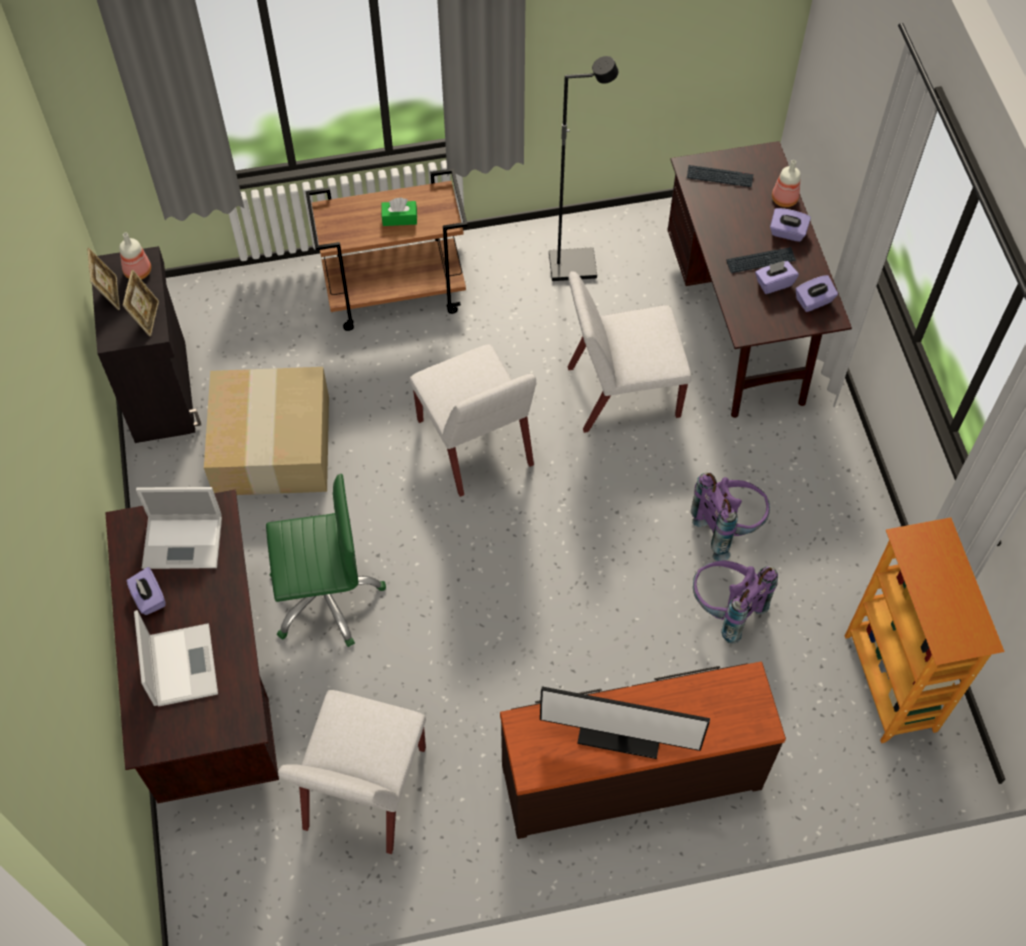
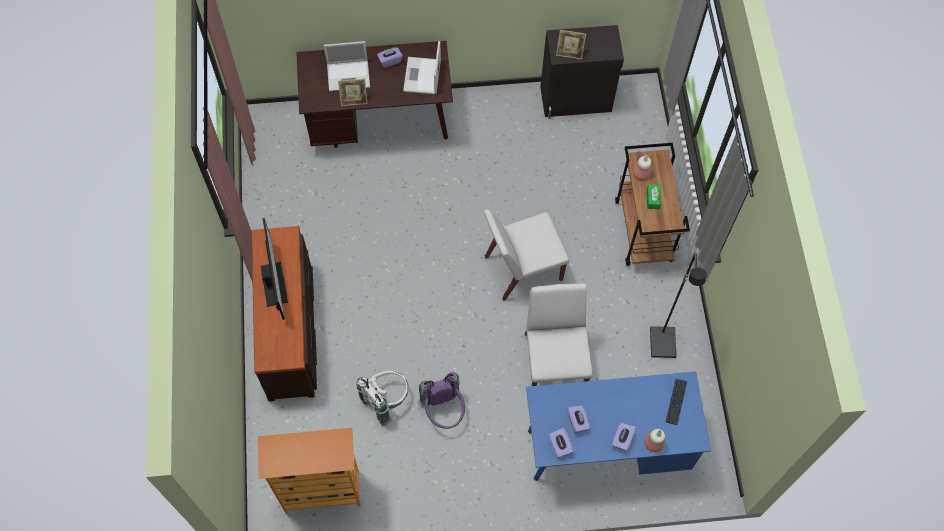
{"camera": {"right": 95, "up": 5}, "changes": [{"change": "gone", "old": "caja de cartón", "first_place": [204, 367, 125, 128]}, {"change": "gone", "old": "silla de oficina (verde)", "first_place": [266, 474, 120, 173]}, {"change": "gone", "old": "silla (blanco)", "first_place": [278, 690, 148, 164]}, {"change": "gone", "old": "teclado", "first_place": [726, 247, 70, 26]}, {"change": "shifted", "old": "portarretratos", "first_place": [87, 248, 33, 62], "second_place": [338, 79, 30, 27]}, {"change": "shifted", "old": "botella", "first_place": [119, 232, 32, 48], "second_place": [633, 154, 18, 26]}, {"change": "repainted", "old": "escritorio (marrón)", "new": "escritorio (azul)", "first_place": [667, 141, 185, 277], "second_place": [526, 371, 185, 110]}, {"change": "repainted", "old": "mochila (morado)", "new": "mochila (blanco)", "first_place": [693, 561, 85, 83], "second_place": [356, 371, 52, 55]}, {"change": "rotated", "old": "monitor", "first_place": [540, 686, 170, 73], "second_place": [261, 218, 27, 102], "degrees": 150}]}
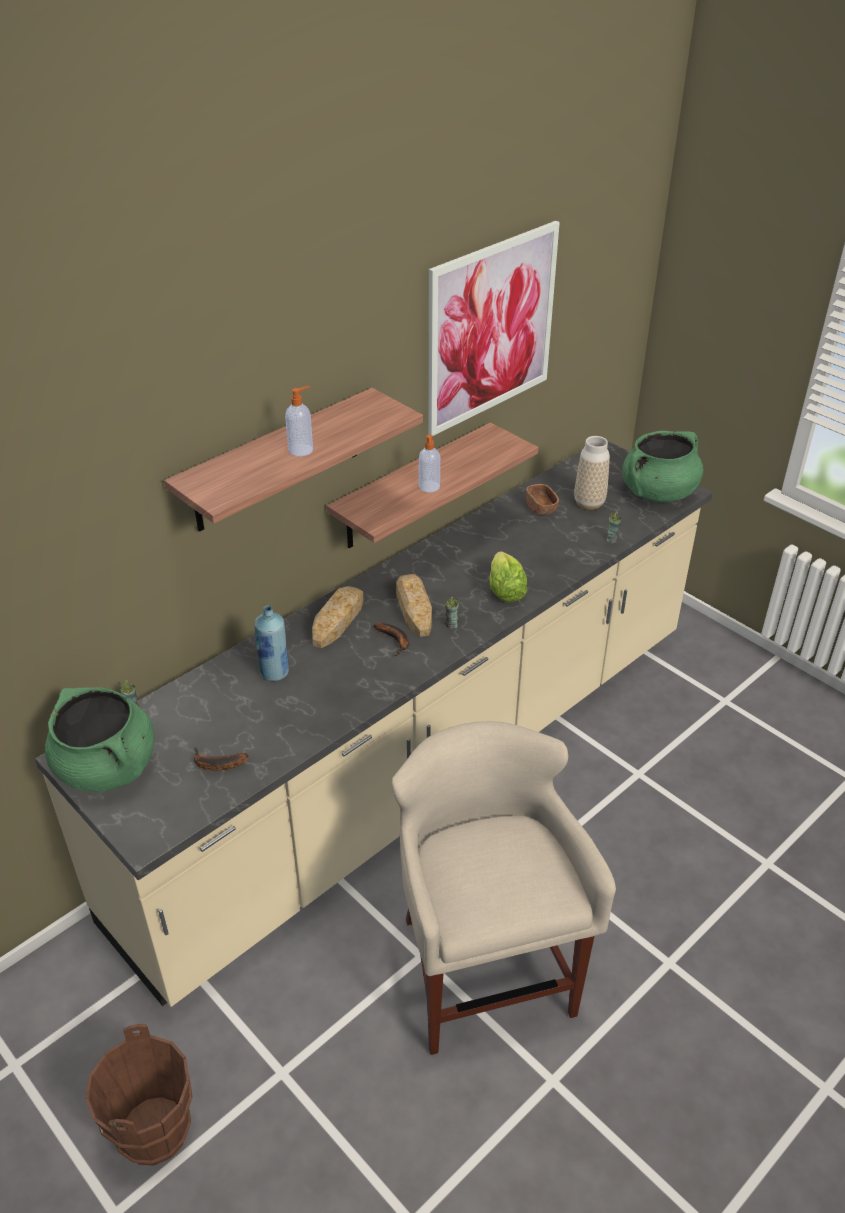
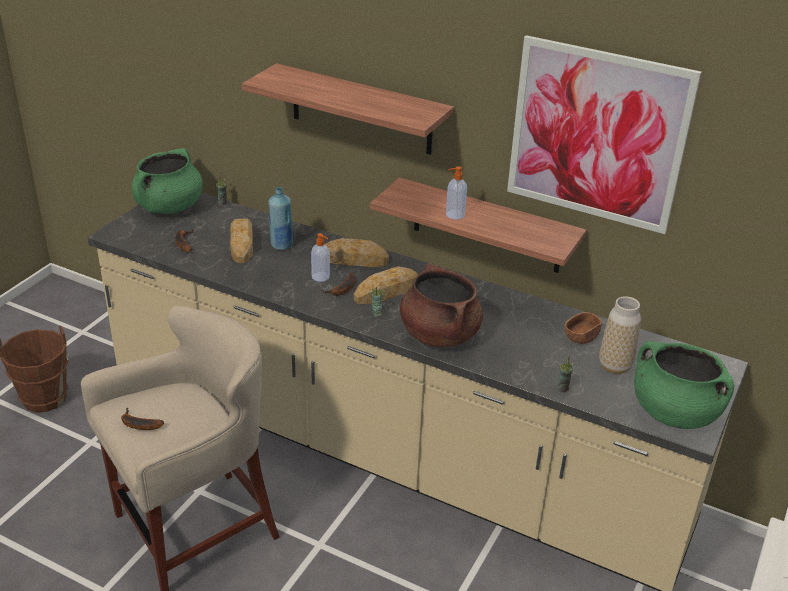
{"camera": {"right": 70, "up": -5}, "changes": [{"change": "new", "new": "plátano", "second_place": [121, 408, 43, 22]}, {"change": "new", "new": "pan", "second_place": [230, 219, 23, 44]}, {"change": "shifted", "old": "dispensador de jabón", "first_place": [285, 386, 28, 70], "second_place": [311, 233, 19, 49]}, {"change": "swapped", "old": "lechuga", "new": "olla (marrón)", "first_place": [490, 551, 37, 51], "second_place": [400, 263, 83, 84]}]}
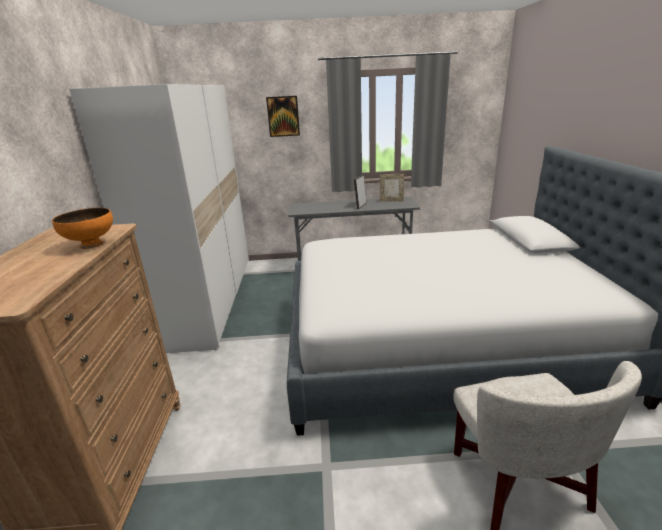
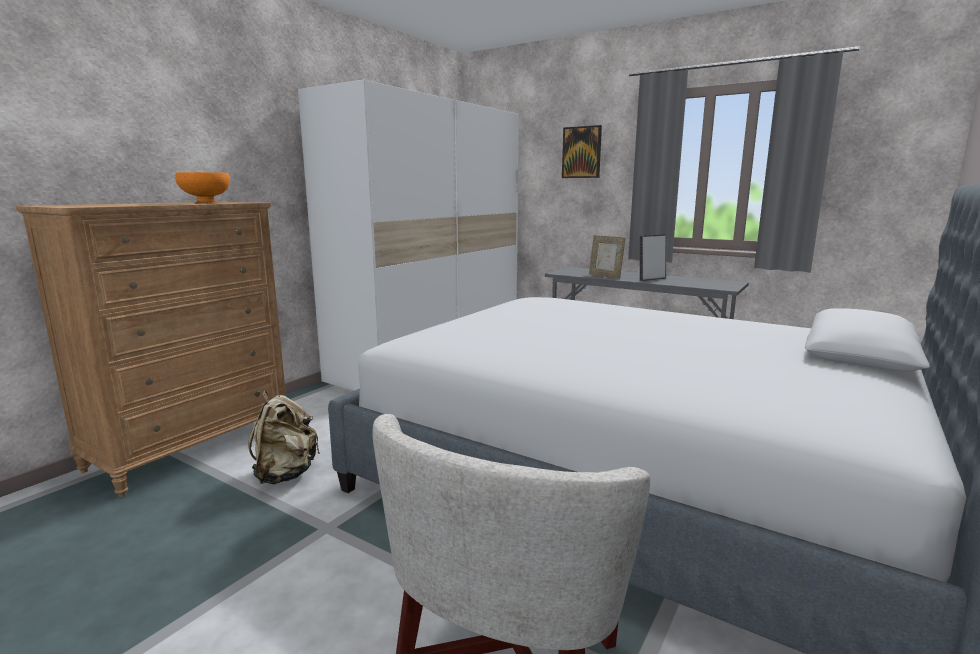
{"camera": {"right": 35, "up": -10}, "changes": [{"change": "new", "new": "mochila (beis)", "second_place": [248, 391, 72, 93]}, {"change": "shifted", "old": "portarretratos", "first_place": [380, 174, 24, 27], "second_place": [589, 235, 36, 44]}]}
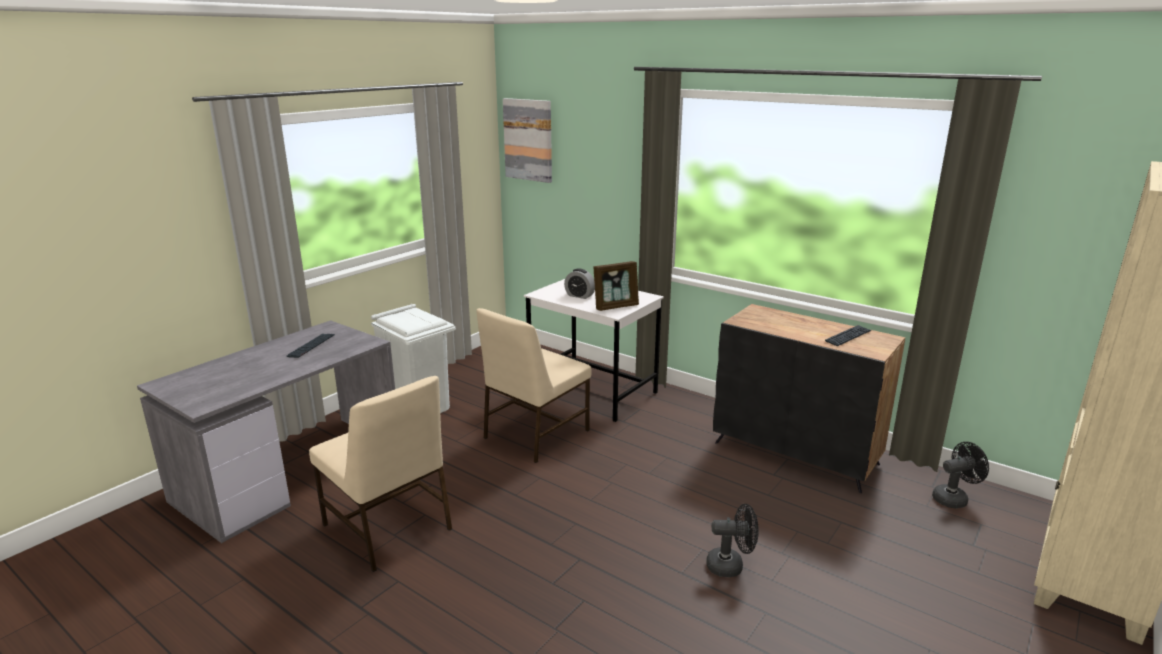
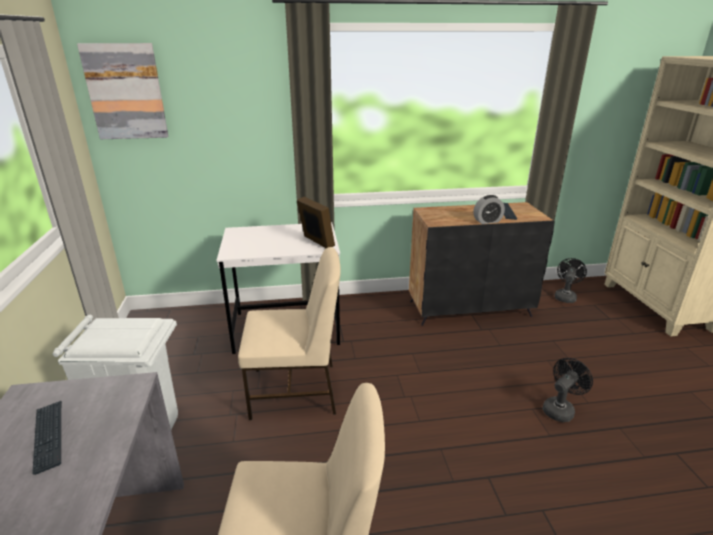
{"camera": {"right": -45, "up": 5}, "changes": [{"change": "shifted", "old": "despertador", "first_place": [564, 269, 31, 30], "second_place": [473, 195, 32, 29]}, {"change": "rotated", "old": "silla (beis)", "first_place": [476, 308, 115, 155], "second_place": [238, 247, 103, 173], "degrees": -90}, {"change": "rotated", "old": "portarretratos", "first_place": [594, 261, 45, 50], "second_place": [297, 197, 38, 51], "degrees": -60}]}
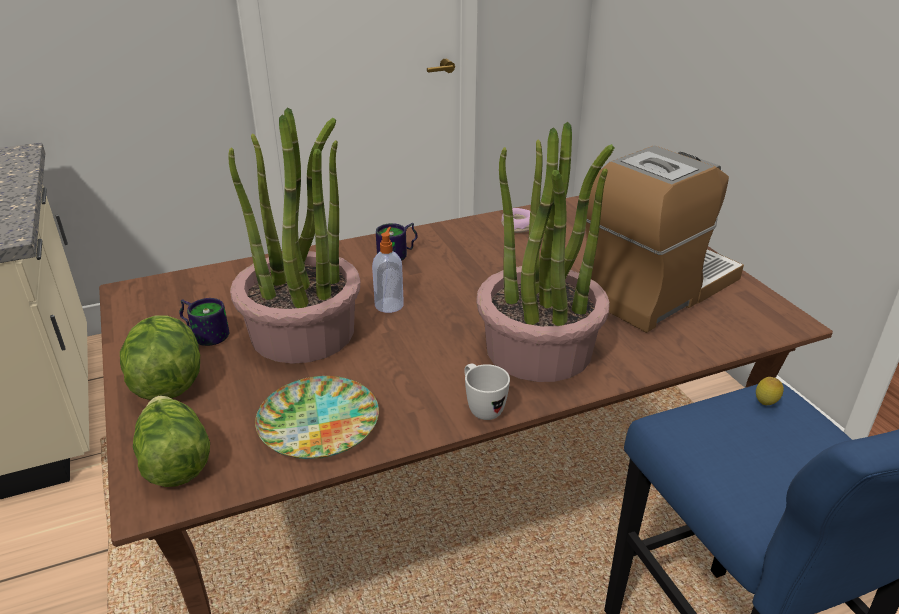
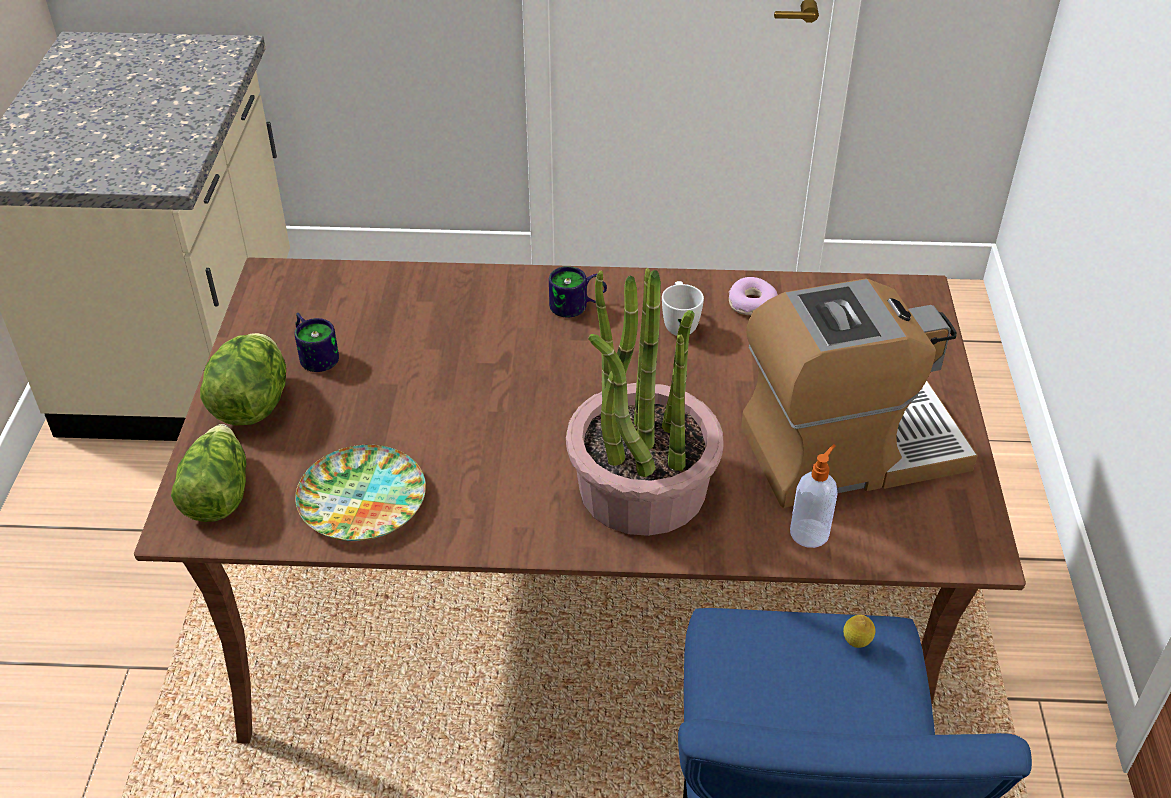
{"camera": {"right": 25, "up": 10}, "changes": [{"change": "gone", "old": "planta en maceta", "first_place": [228, 107, 132, 257]}, {"change": "shifted", "old": "dispensador de jabón", "first_place": [372, 227, 32, 86], "second_place": [790, 444, 48, 104]}, {"change": "shifted", "old": "taza grande (blanco)", "first_place": [464, 364, 46, 56], "second_place": [662, 281, 42, 55]}]}
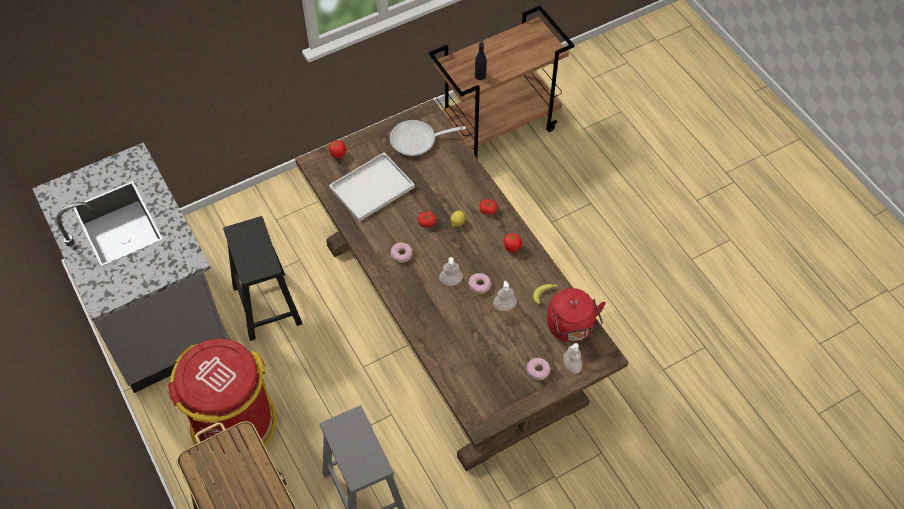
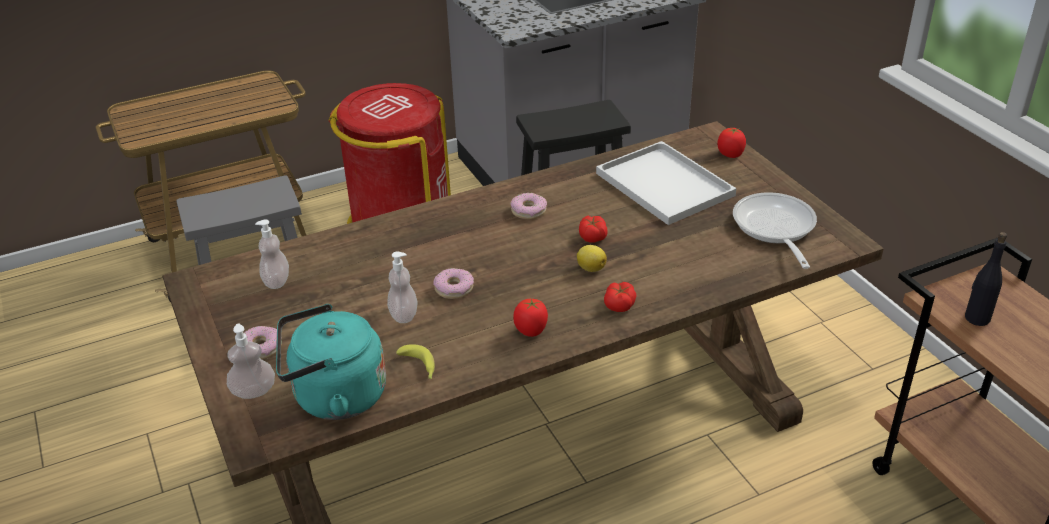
{"camera": {"right": 95, "up": -20}, "changes": [{"change": "shifted", "old": "dispensador de jabón", "first_place": [439, 257, 24, 29], "second_place": [255, 219, 34, 70]}, {"change": "repainted", "old": "hervidor (rojo)", "new": "hervidor (turquesa)", "first_place": [547, 288, 59, 54], "second_place": [276, 304, 110, 116]}]}
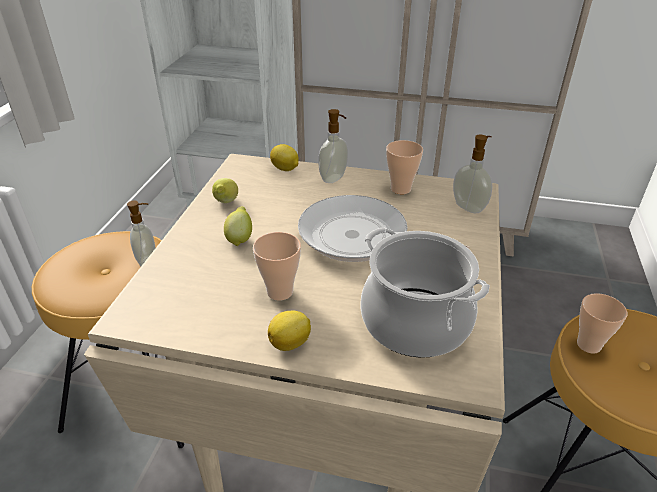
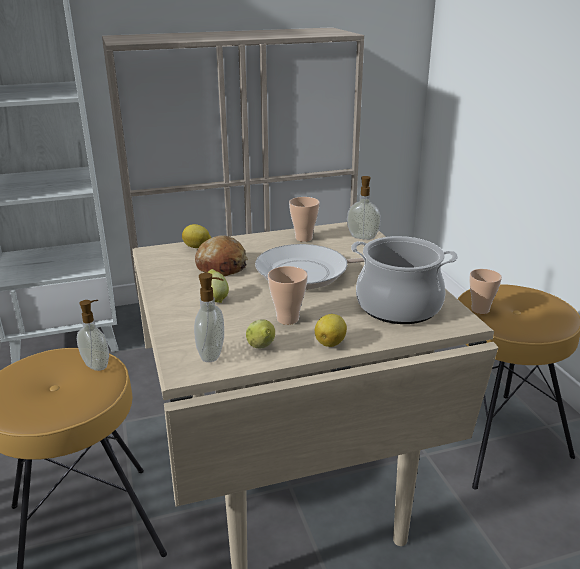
{"camera": {"right": -30, "up": -10}, "changes": [{"change": "new", "new": "pan", "second_place": [195, 235, 53, 41]}, {"change": "shifted", "old": "limón", "first_place": [212, 178, 26, 25], "second_place": [246, 319, 29, 29]}, {"change": "shifted", "old": "dispensador de jabón", "first_place": [318, 109, 30, 74], "second_place": [194, 273, 30, 89]}]}
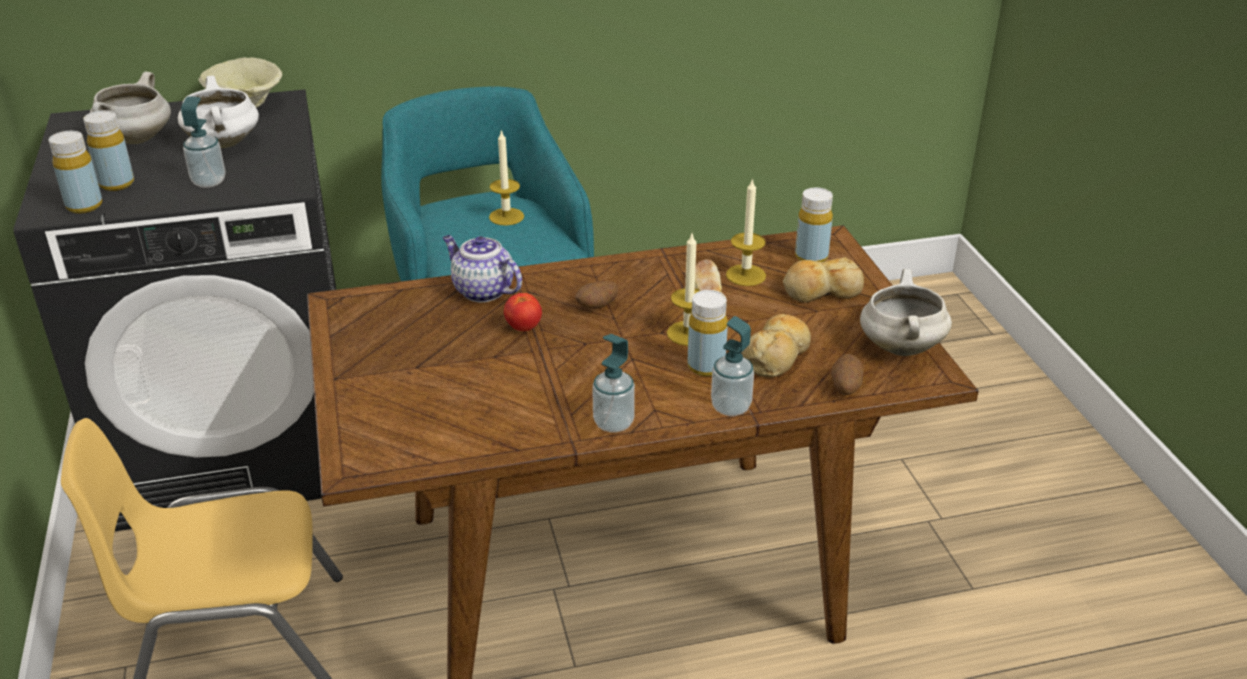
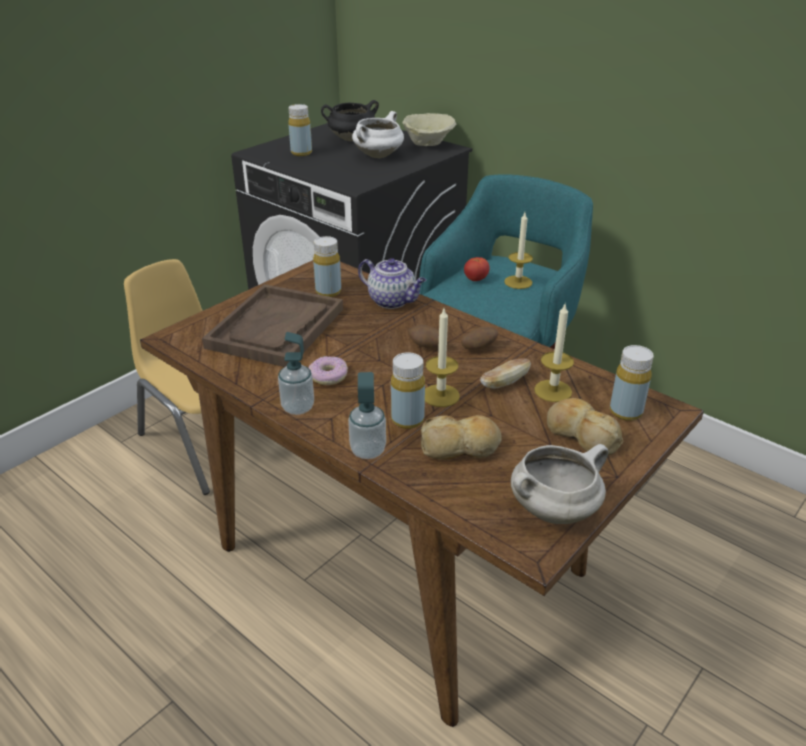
{"camera": {"right": 55, "up": 0}, "changes": [{"change": "gone", "old": "dispensador de jabón", "first_place": [181, 96, 44, 92]}, {"change": "new", "new": "bandeja (marrón)", "second_place": [202, 284, 141, 83]}, {"change": "new", "new": "rosquilla", "second_place": [309, 356, 39, 29]}, {"change": "shifted", "old": "botella (amarillo)", "first_place": [49, 131, 53, 82], "second_place": [313, 236, 28, 61]}, {"change": "shifted", "old": "tomate", "first_place": [504, 293, 38, 38], "second_place": [464, 257, 26, 24]}, {"change": "shifted", "old": "patata", "first_place": [831, 354, 32, 41], "second_place": [461, 327, 37, 23]}, {"change": "repainted", "old": "olla (blanco)", "new": "olla (negro)", "first_place": [90, 72, 81, 72], "second_place": [321, 100, 58, 41]}, {"change": "rotated", "old": "tetera", "first_place": [442, 235, 80, 68], "second_place": [358, 258, 68, 51], "degrees": 120}]}
